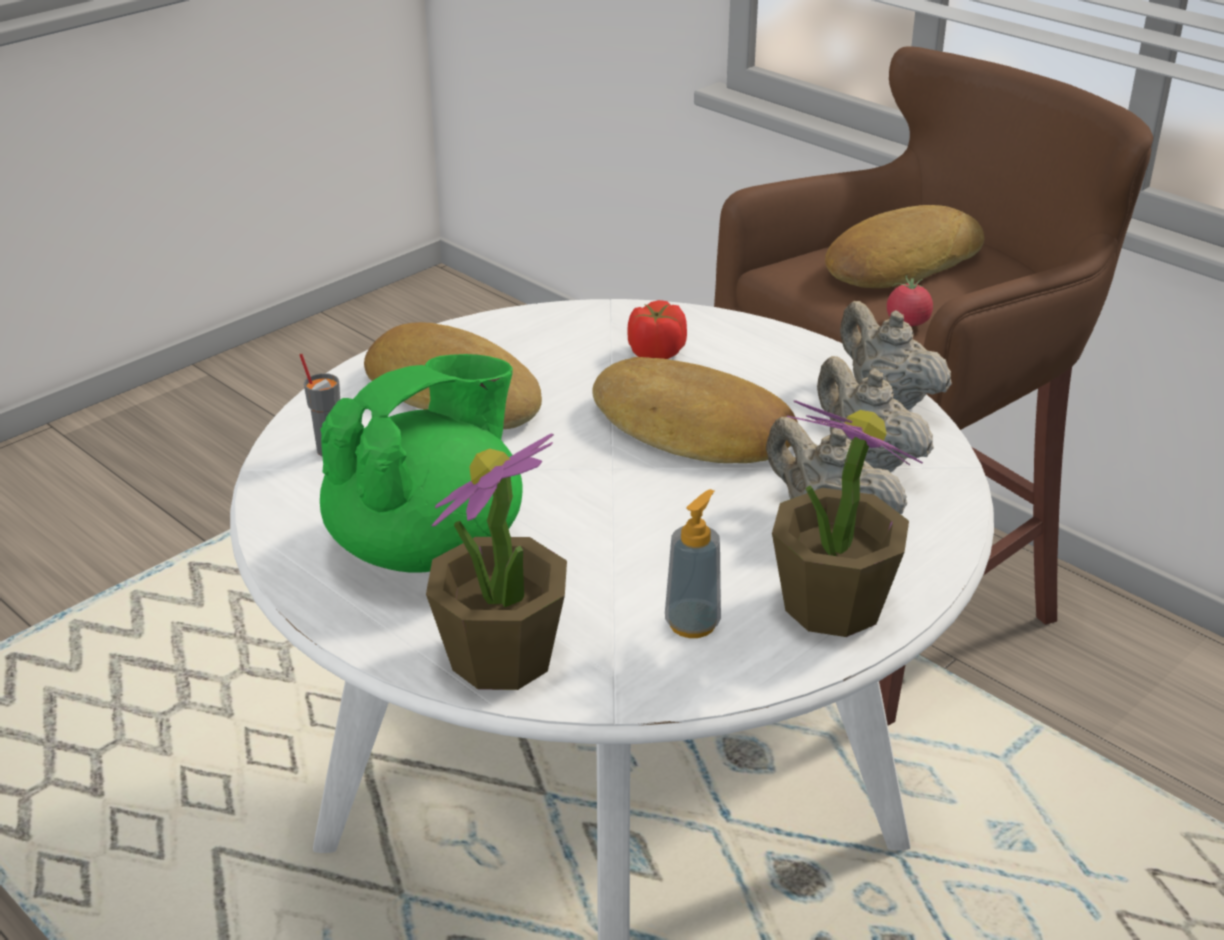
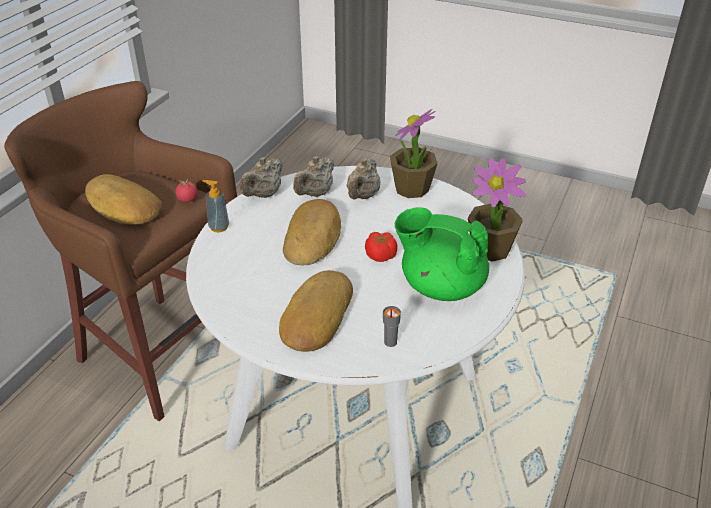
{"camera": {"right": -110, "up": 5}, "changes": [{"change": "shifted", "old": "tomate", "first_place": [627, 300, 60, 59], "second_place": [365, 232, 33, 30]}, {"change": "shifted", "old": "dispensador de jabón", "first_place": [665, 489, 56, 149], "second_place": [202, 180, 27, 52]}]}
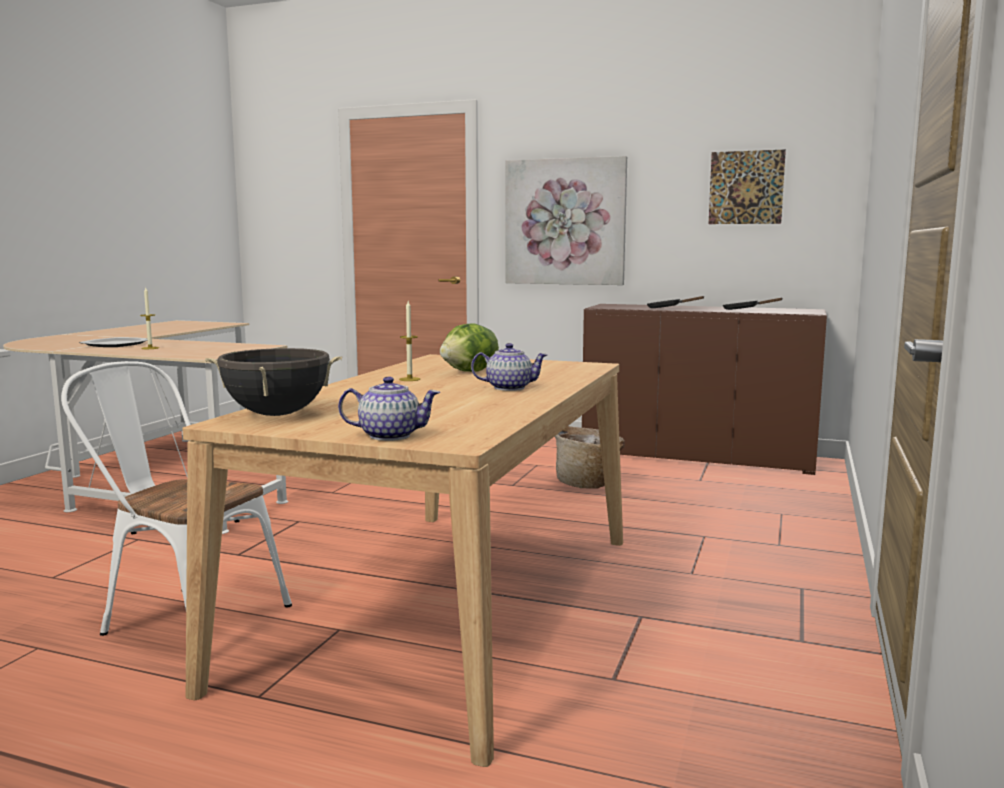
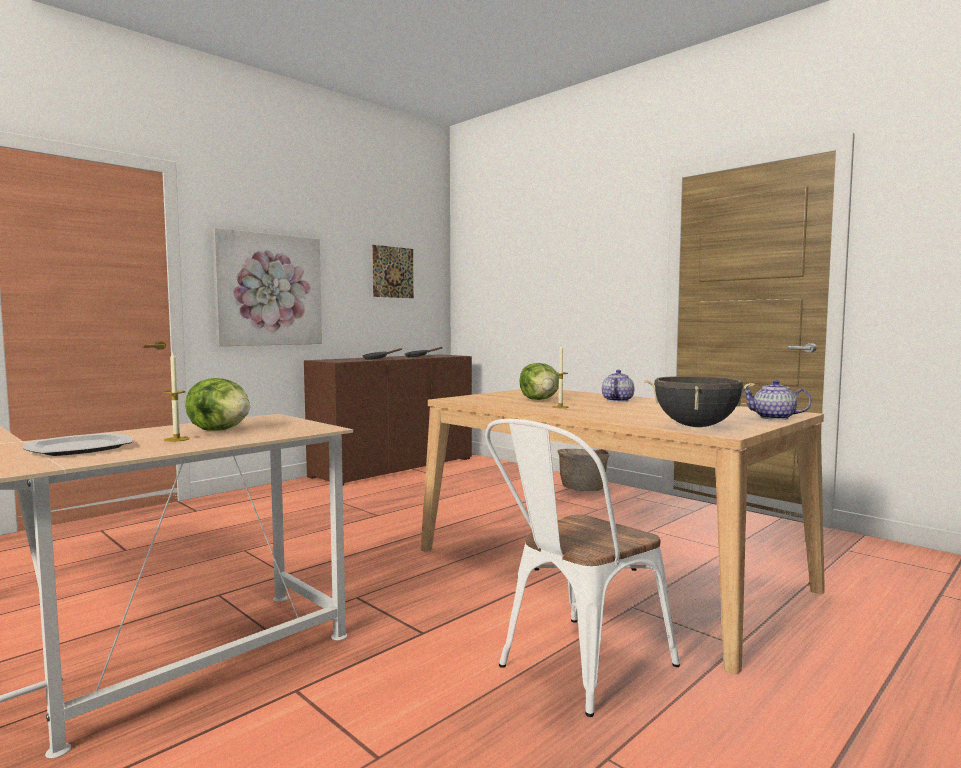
{"camera": {"right": -65, "up": -5}, "changes": [{"change": "new", "new": "lechuga", "second_place": [185, 378, 65, 53]}, {"change": "shifted", "old": "cesta", "first_place": [555, 426, 70, 63], "second_place": [557, 449, 52, 42]}, {"change": "rotated", "old": "tetera", "first_place": [338, 377, 102, 64], "second_place": [744, 380, 68, 40], "degrees": -90}]}
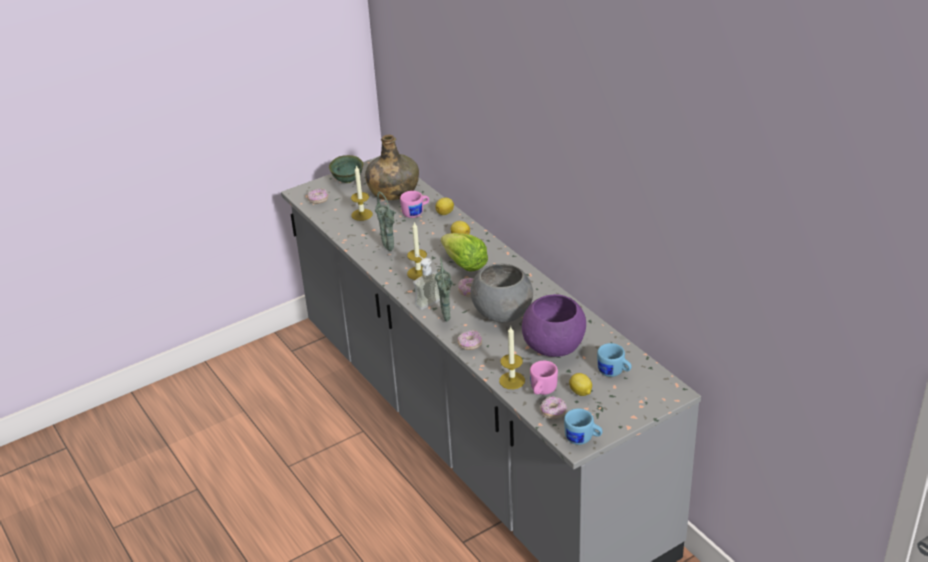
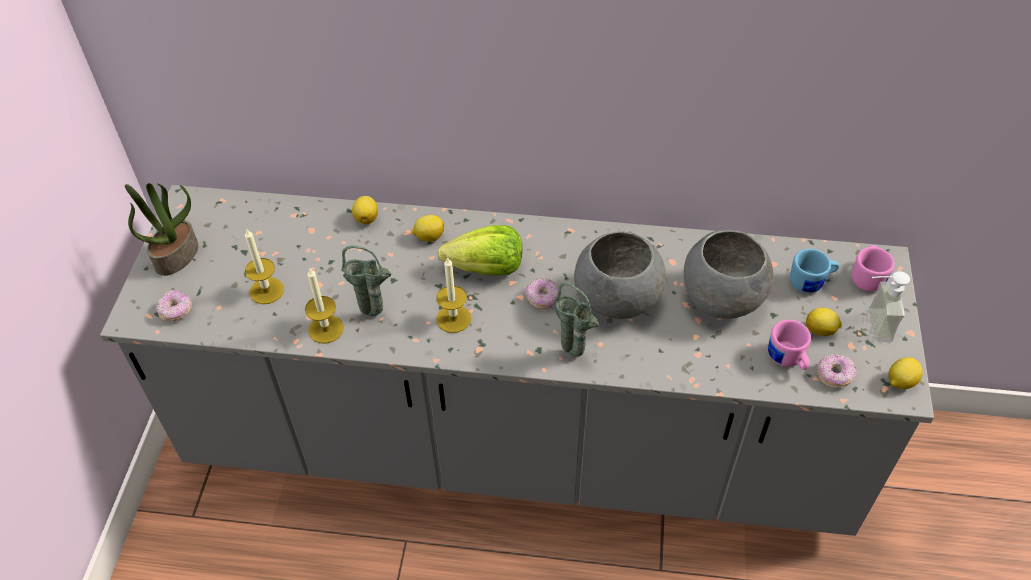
{"camera": {"right": -50, "up": 15}, "changes": [{"change": "gone", "old": "botella (verde)", "first_place": [365, 134, 54, 66]}, {"change": "gone", "old": "rosquilla", "first_place": [458, 330, 24, 20]}, {"change": "shifted", "old": "taza grande (rosa)", "first_place": [400, 191, 29, 27], "second_place": [852, 245, 42, 47]}, {"change": "shifted", "old": "dispensador de jabón", "first_place": [413, 254, 27, 56], "second_place": [869, 271, 41, 71]}, {"change": "shifted", "old": "vela", "first_place": [499, 326, 26, 63], "second_place": [305, 269, 39, 75]}, {"change": "swapped", "old": "cuenco (verde)", "new": "planta en maceta", "first_place": [329, 155, 34, 28], "second_place": [125, 183, 73, 93]}, {"change": "swapped", "old": "taza grande (azul)", "new": "limón", "first_place": [564, 409, 39, 36], "second_place": [889, 357, 34, 32]}, {"change": "repainted", "old": "cuenco (morado)", "new": "cuenco (gris)", "first_place": [522, 294, 64, 63], "second_place": [684, 229, 90, 90]}]}
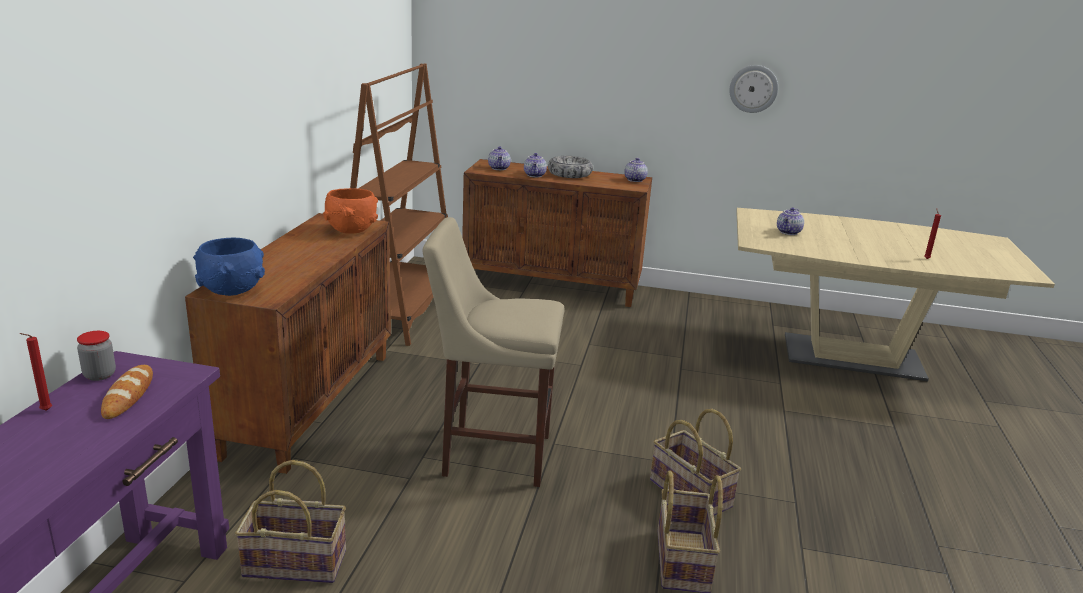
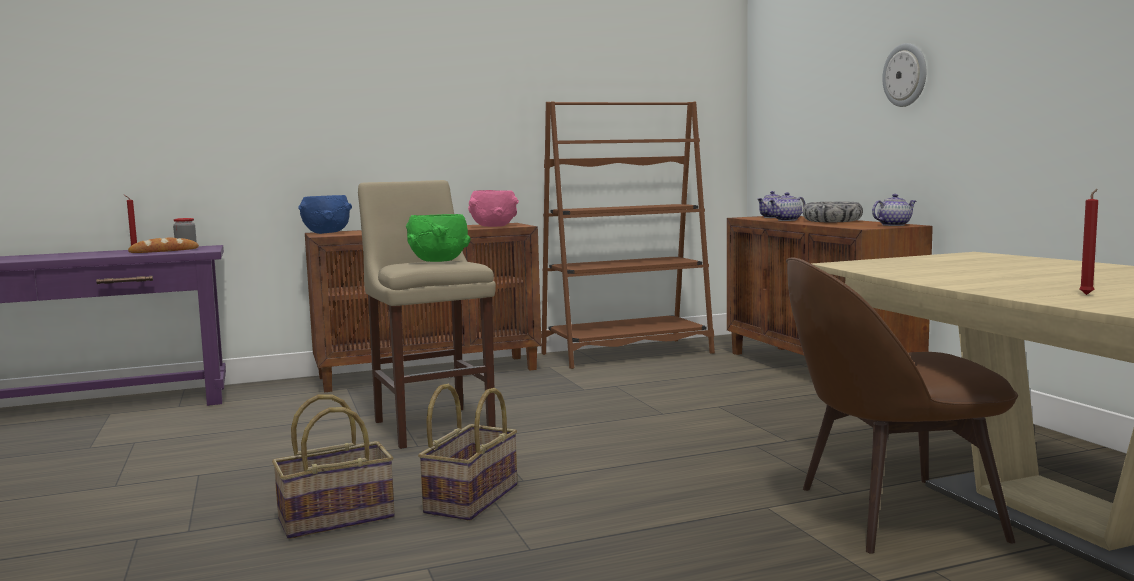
{"camera": {"right": 60, "up": -15}, "changes": [{"change": "gone", "old": "cesta", "first_place": [235, 460, 111, 123]}, {"change": "gone", "old": "tetera", "first_place": [777, 207, 27, 28]}, {"change": "new", "new": "cuenco (verde)", "second_place": [406, 214, 65, 48]}, {"change": "new", "new": "silla (marrón)", "second_place": [786, 257, 232, 297]}, {"change": "shifted", "old": "reloj de pared", "first_place": [729, 65, 49, 48], "second_place": [882, 43, 44, 64]}, {"change": "repainted", "old": "cuenco (naranja)", "new": "cuenco (rosa)", "first_place": [323, 188, 55, 46], "second_place": [468, 190, 51, 37]}]}
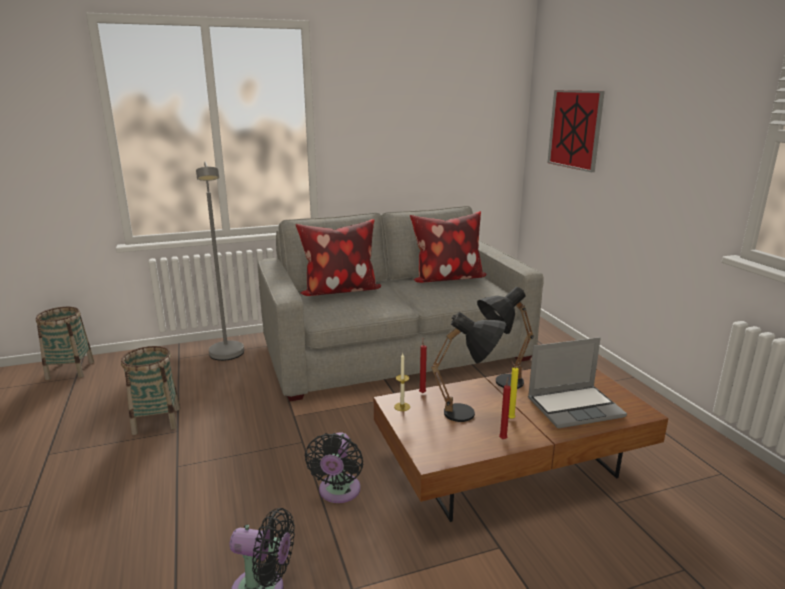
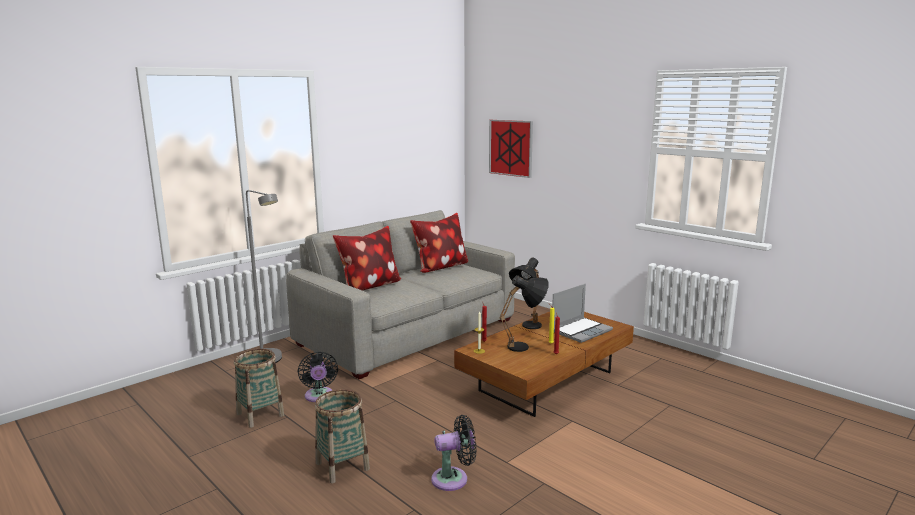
{"camera": {"right": -25, "up": -5}, "changes": [{"change": "shifted", "old": "cesta", "first_place": [36, 307, 58, 73], "second_place": [315, 389, 55, 95]}, {"change": "shifted", "old": "ventilador (negro)", "first_place": [305, 432, 58, 71], "second_place": [298, 352, 40, 50]}]}
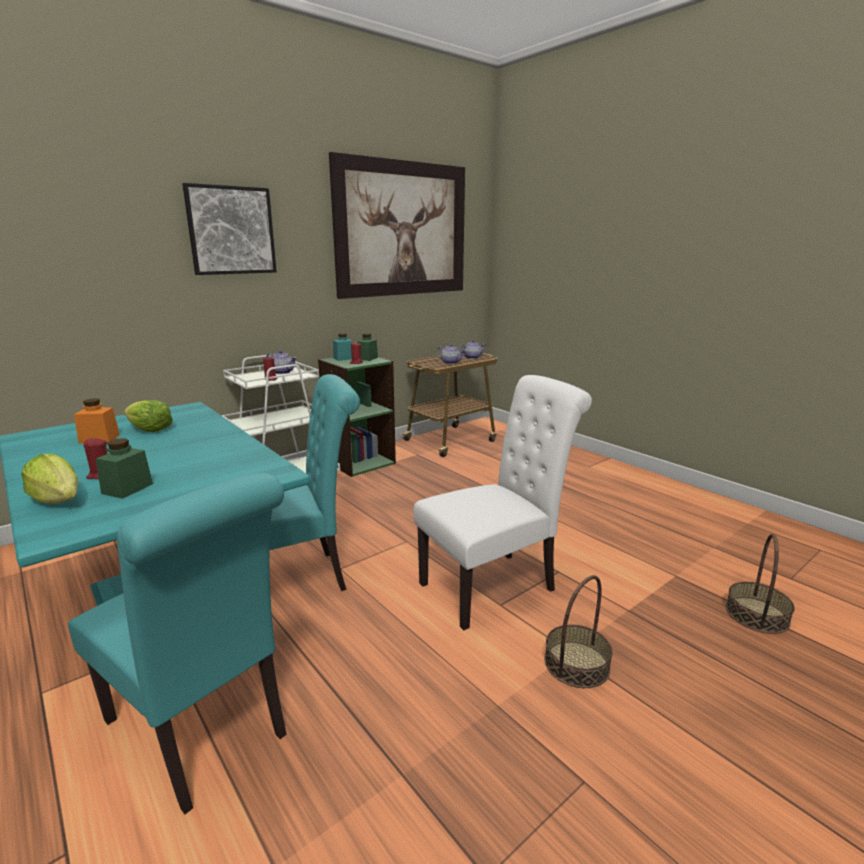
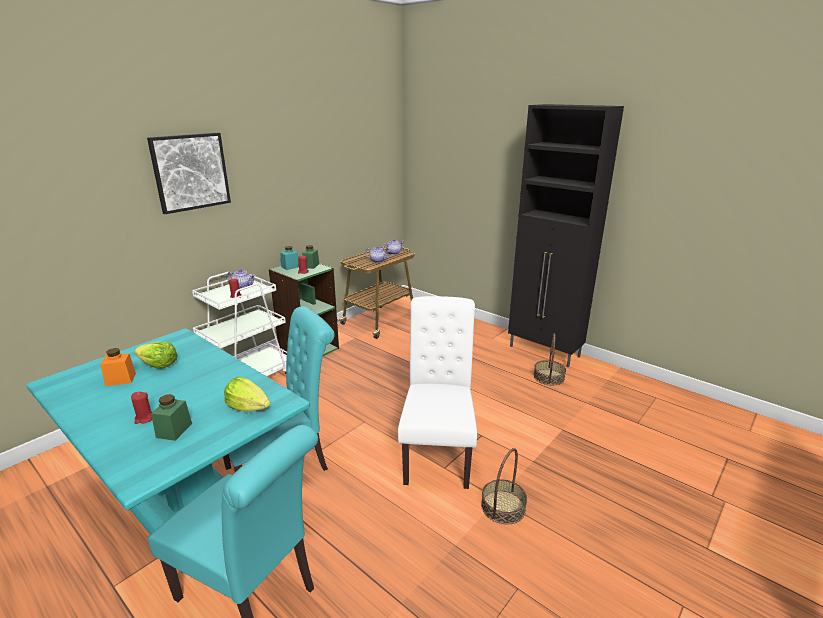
{"camera": {"right": -10, "up": 5}, "changes": [{"change": "gone", "old": "cuadro", "first_place": [329, 152, 136, 147]}, {"change": "new", "new": "armario (negro)", "second_place": [508, 104, 116, 264]}, {"change": "shifted", "old": "lechuga", "first_place": [21, 453, 57, 51], "second_place": [224, 377, 46, 34]}, {"change": "shifted", "old": "cesta", "first_place": [726, 534, 69, 100], "second_place": [533, 333, 33, 53]}, {"change": "rotated", "old": "silla (blanco)", "first_place": [413, 375, 179, 255], "second_place": [398, 296, 79, 193], "degrees": -45}]}
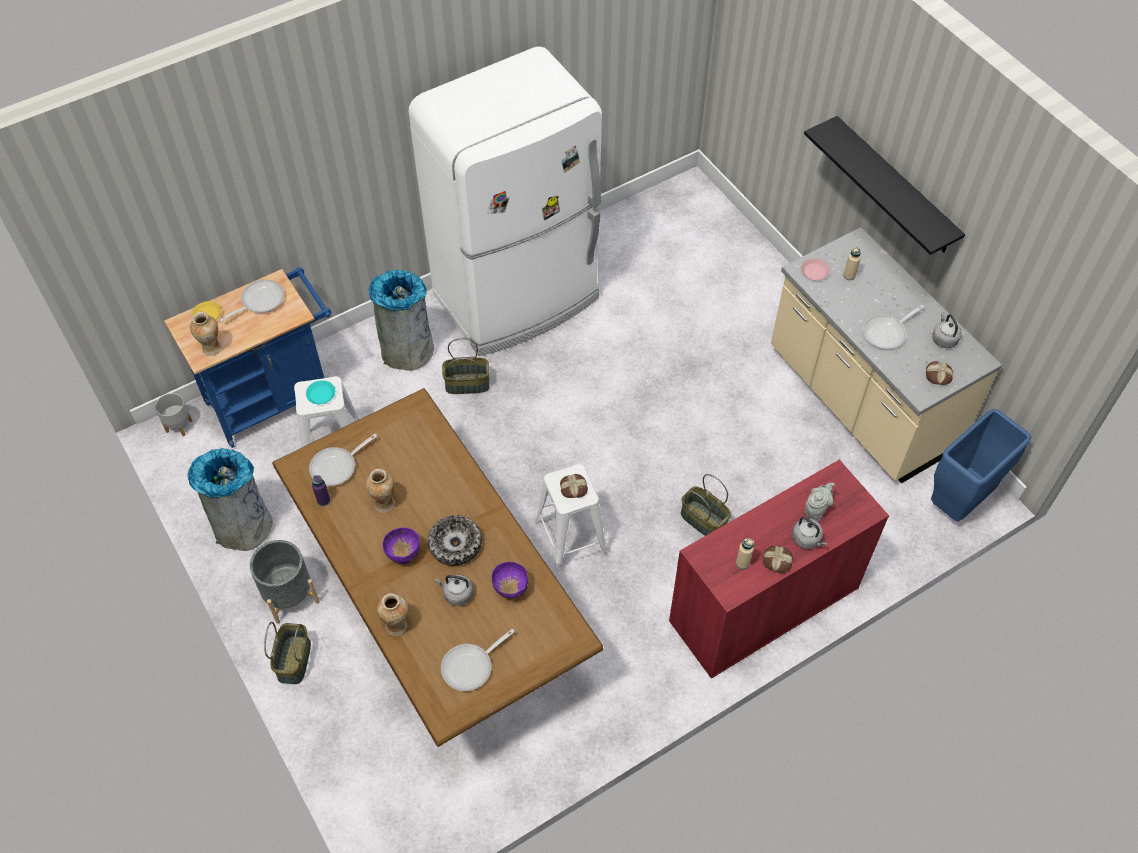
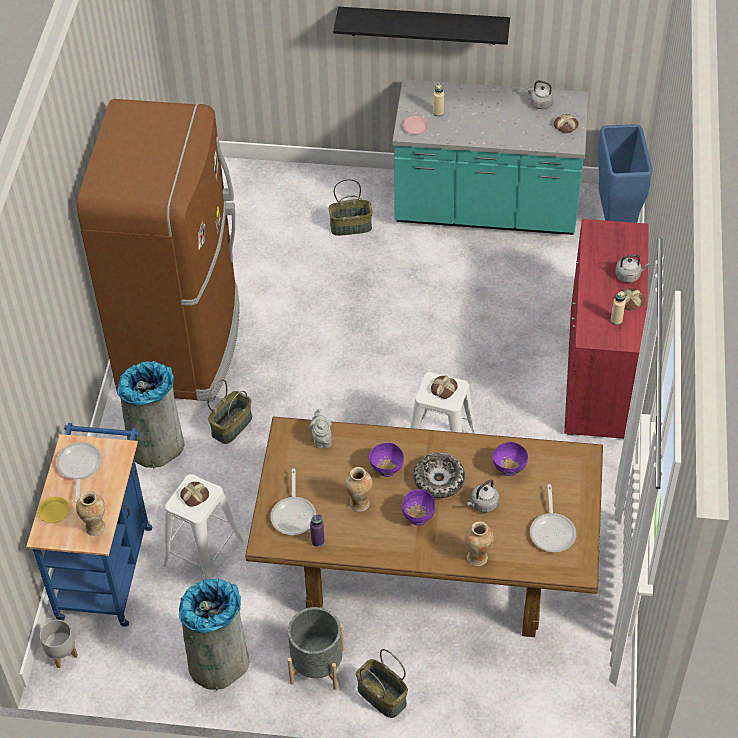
{"camera": {"right": -50, "up": -5}, "changes": [{"change": "gone", "old": "sartén", "first_place": [862, 305, 62, 44]}, {"change": "new", "new": "cuenco (morado)", "second_place": [369, 443, 35, 34]}, {"change": "shifted", "old": "cesta", "first_place": [681, 474, 50, 62], "second_place": [328, 179, 45, 57]}, {"change": "shifted", "old": "tetera (gris)", "first_place": [805, 483, 30, 38], "second_place": [309, 409, 23, 39]}, {"change": "swapped", "old": "plato (turquesa)", "new": "pan", "first_place": [306, 380, 29, 24], "second_place": [180, 482, 29, 25]}, {"change": "repainted", "old": "nevera (blanco)", "new": "nevera (marrón)", "first_place": [408, 46, 194, 310], "second_place": [77, 99, 163, 303]}, {"change": "repainted", "old": "mueble bajo de cocina (beis)", "new": "mueble bajo de cocina (turquesa)", "first_place": [771, 227, 231, 257], "second_place": [393, 79, 195, 156]}]}
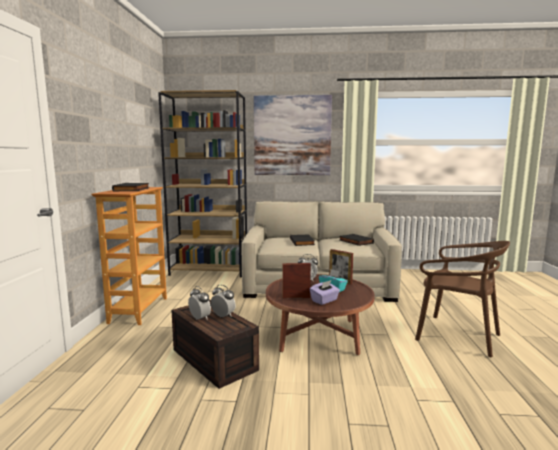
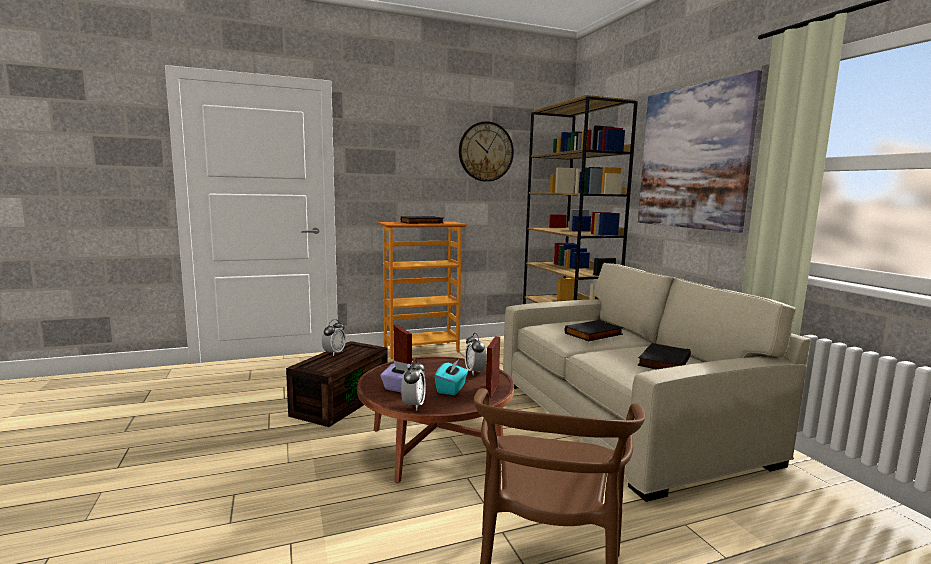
{"camera": {"right": 65, "up": 0}, "changes": [{"change": "new", "new": "reloj de pared", "second_place": [459, 121, 55, 61]}, {"change": "shifted", "old": "despertador", "first_place": [211, 285, 25, 33], "second_place": [401, 359, 25, 51]}]}
